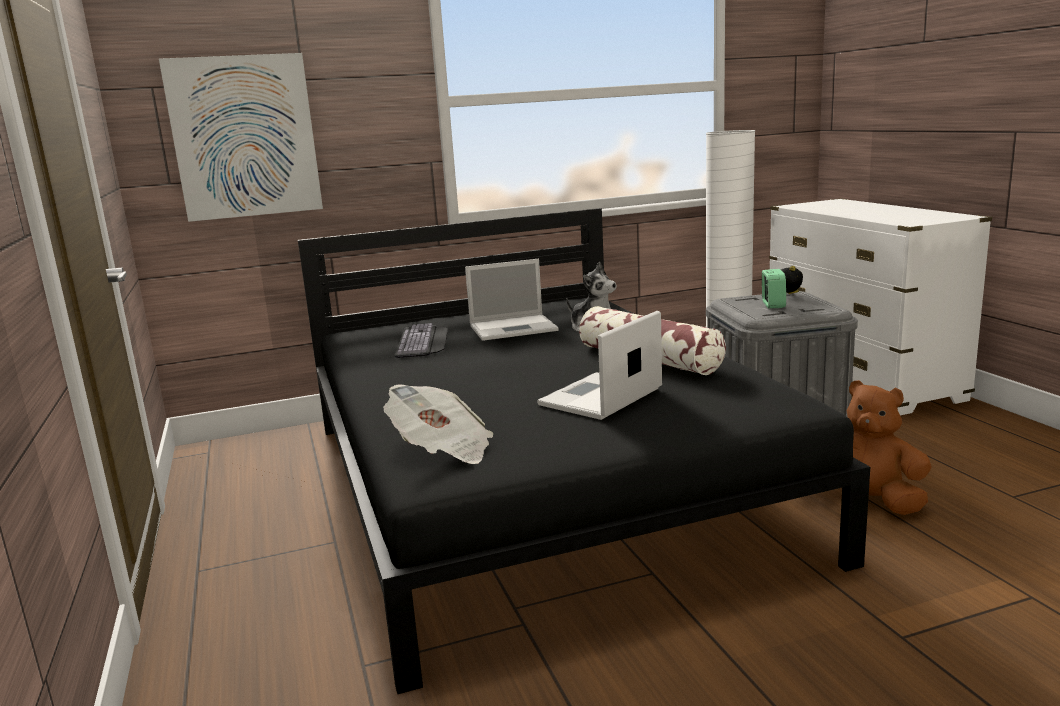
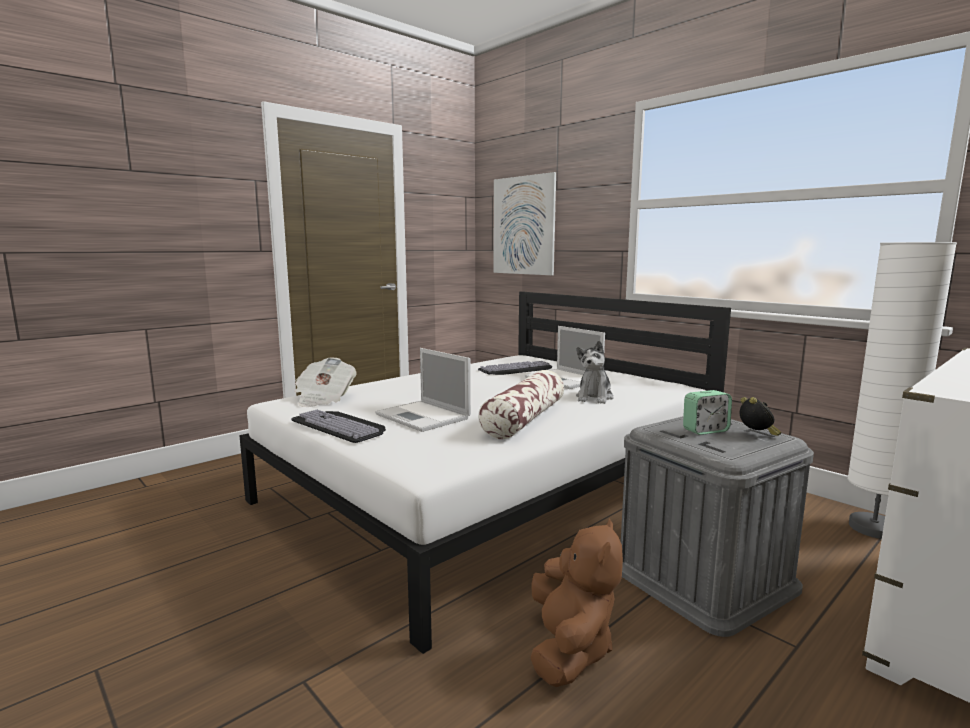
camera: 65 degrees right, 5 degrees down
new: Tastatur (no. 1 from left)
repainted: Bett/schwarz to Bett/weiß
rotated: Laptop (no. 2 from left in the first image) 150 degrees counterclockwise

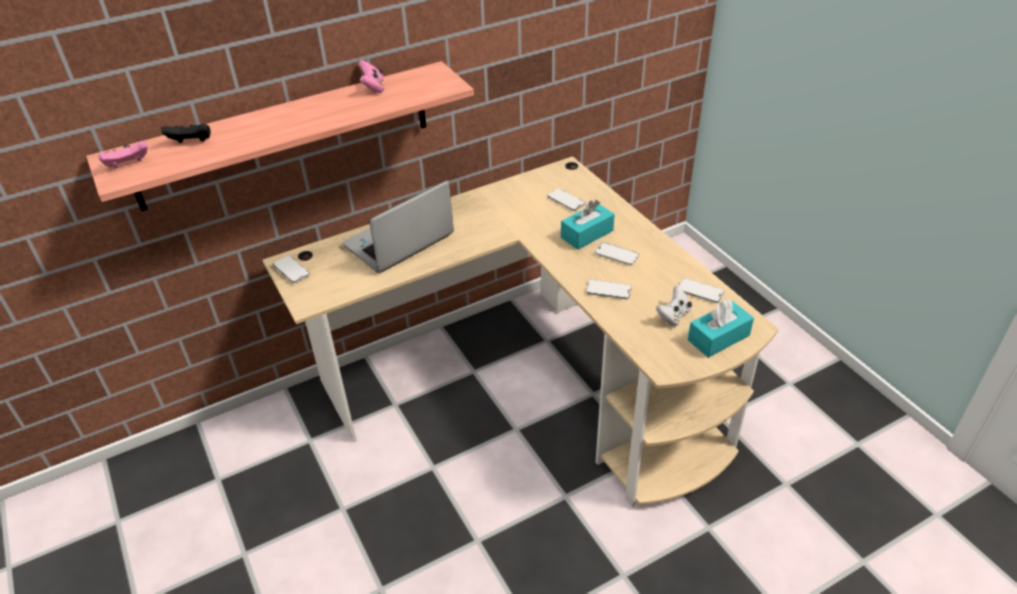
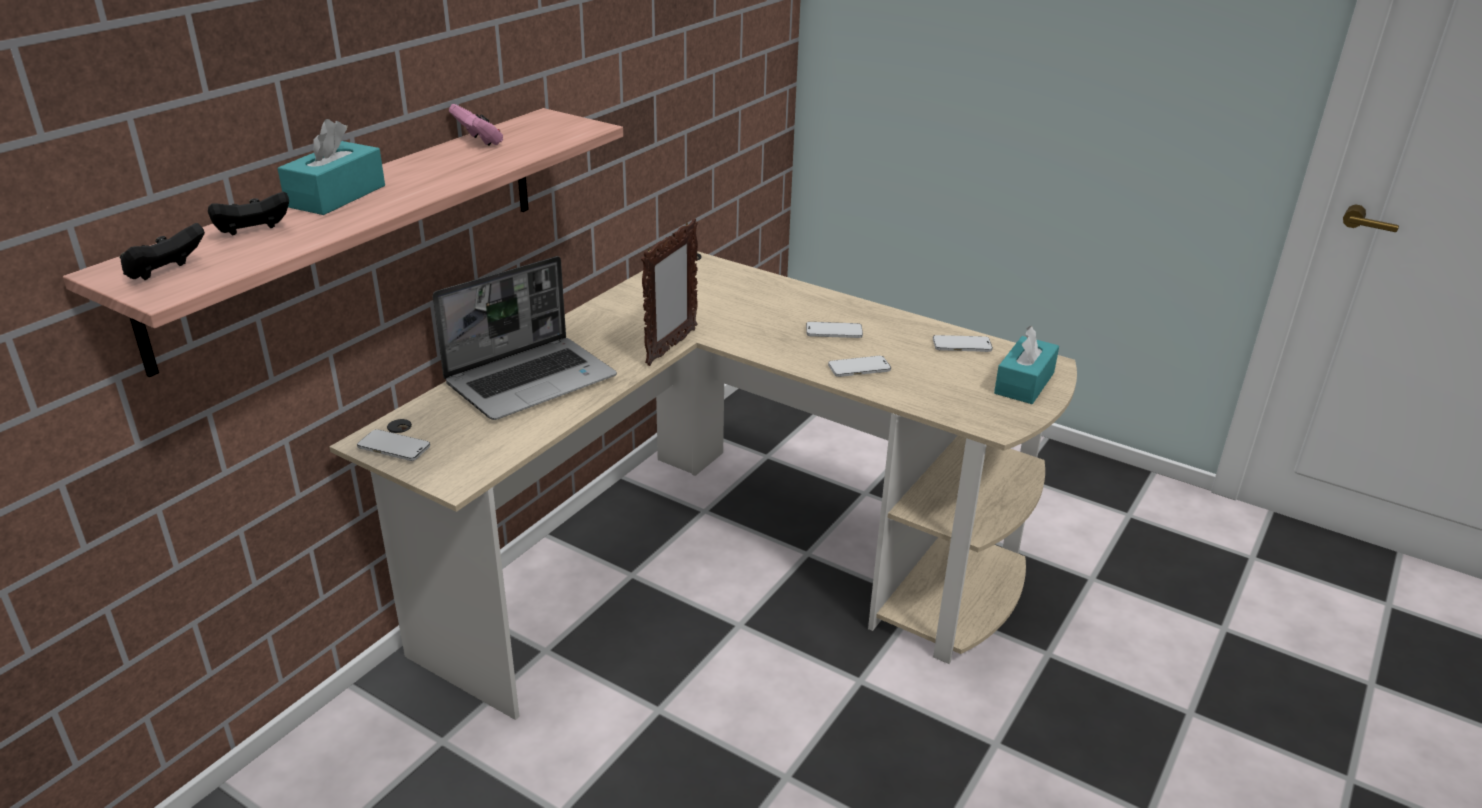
camera: 30 degrees left, 10 degrees down
gone: Handy (no. 2 from left); Gamepad/weiß
new: Bilderrahmen
shifted: Taschentuchbox/türkis (no. 1 from left)
repainted: Gamepad/rosa (no. 1 from left) to Gamepad/schwarz (no. 1 from left)
rotated: Laptop 150 degrees counterclockwise

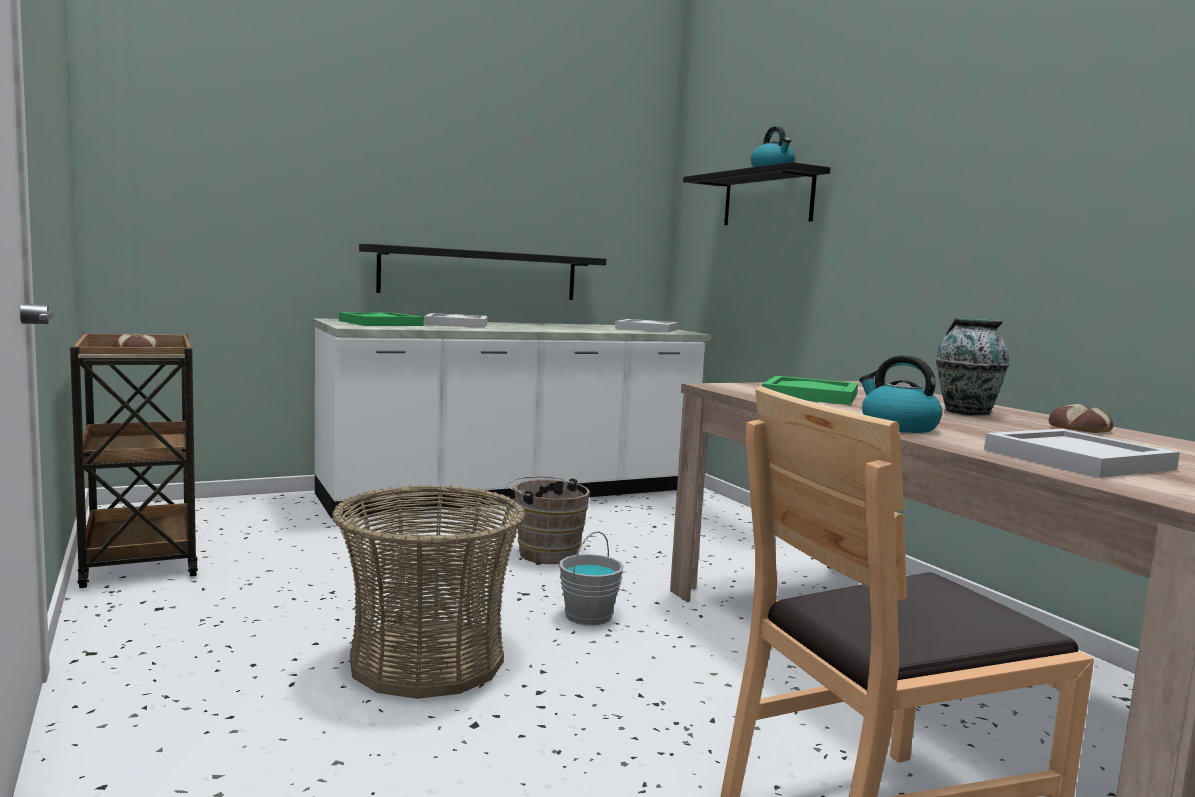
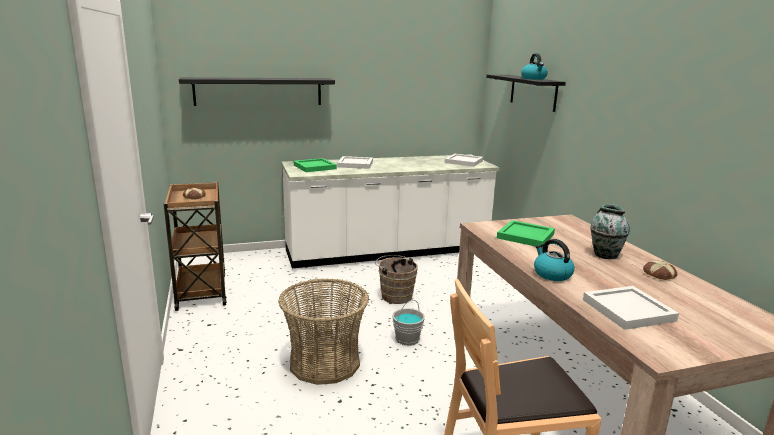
camera: 10 degrees right, 10 degrees up
shifted: Wandregal/schwarz (no. 1 from left)

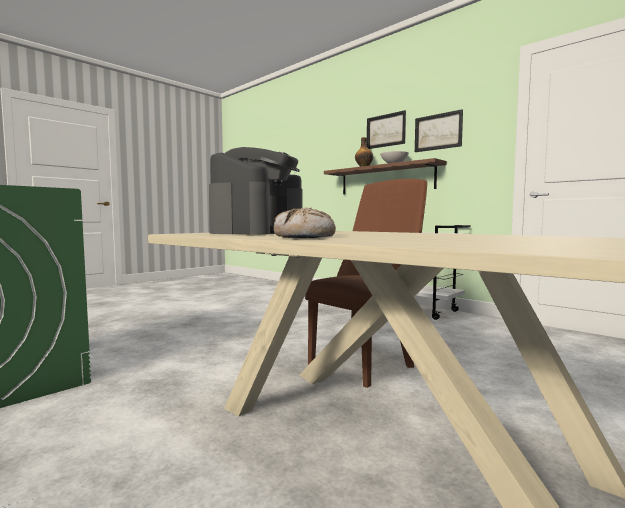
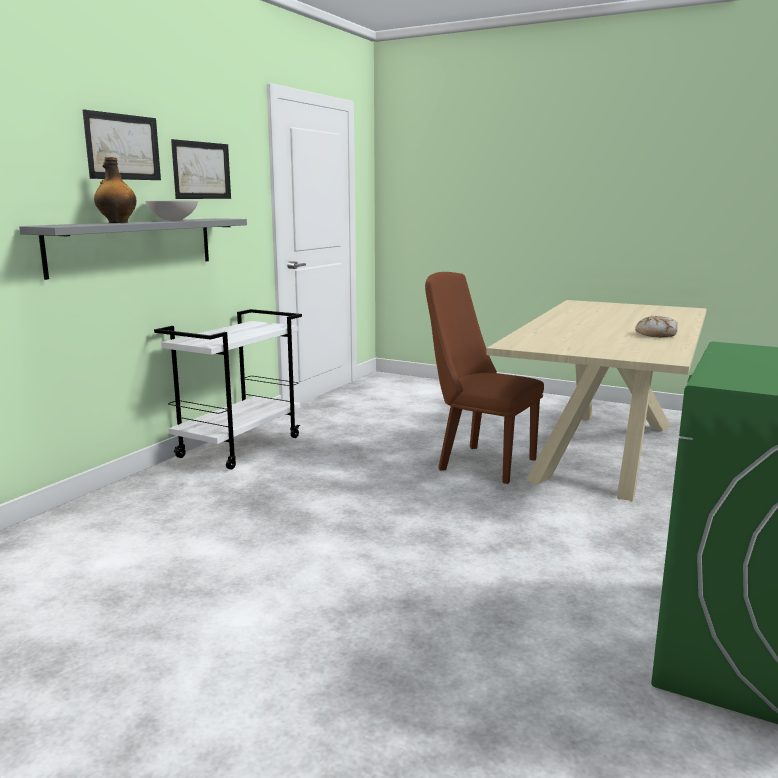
camera: 105 degrees left, 10 degrees up
gone: Kaffeemaschine
repainted: Wandregal/braun to Wandregal/grau

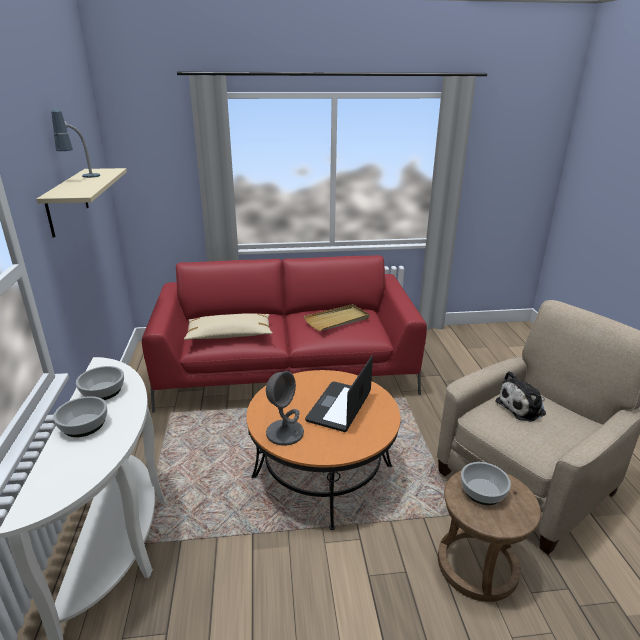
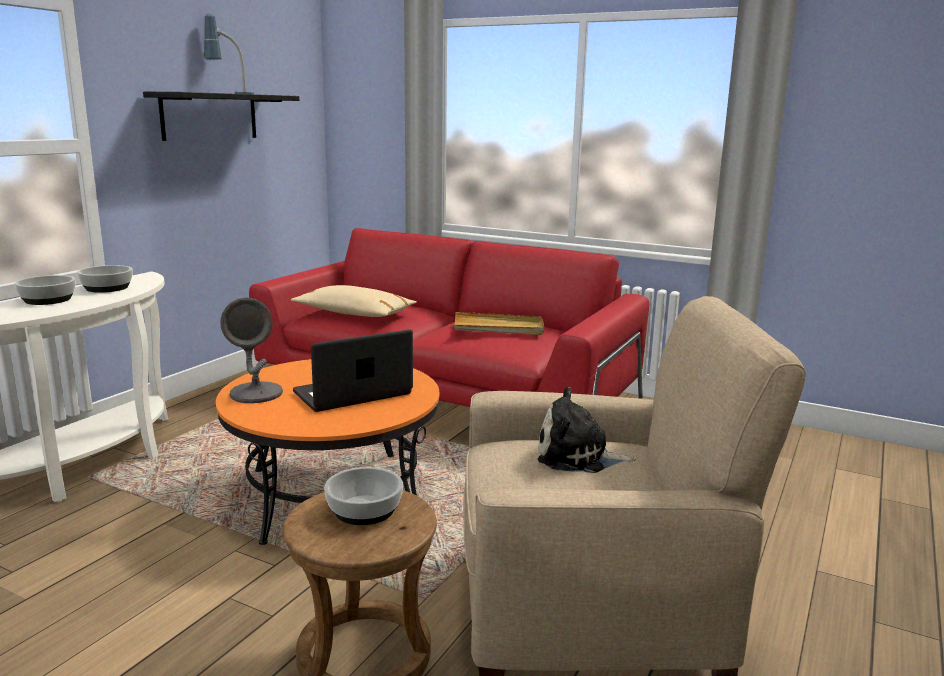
camera: 35 degrees right, 10 degrees down
repainted: Wandregal/beige to Wandregal/schwarz

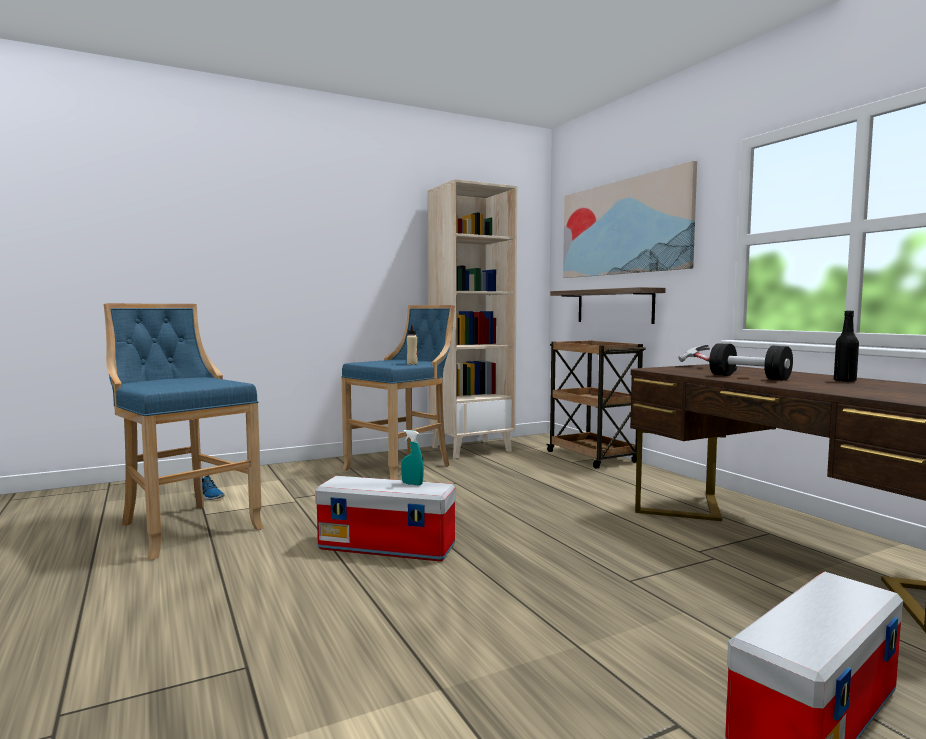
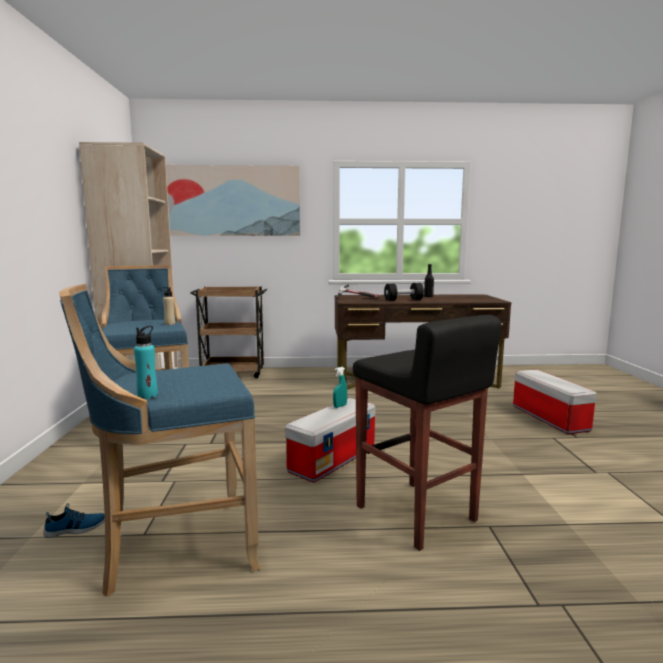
camera: 65 degrees left, 5 degrees up
gone: Wandregal
new: Hocker/schwarz; Flasche/türkis

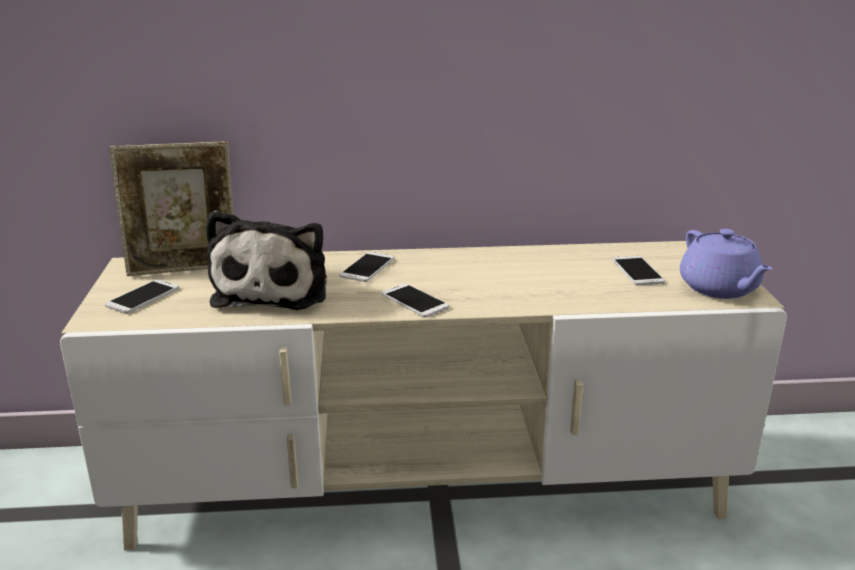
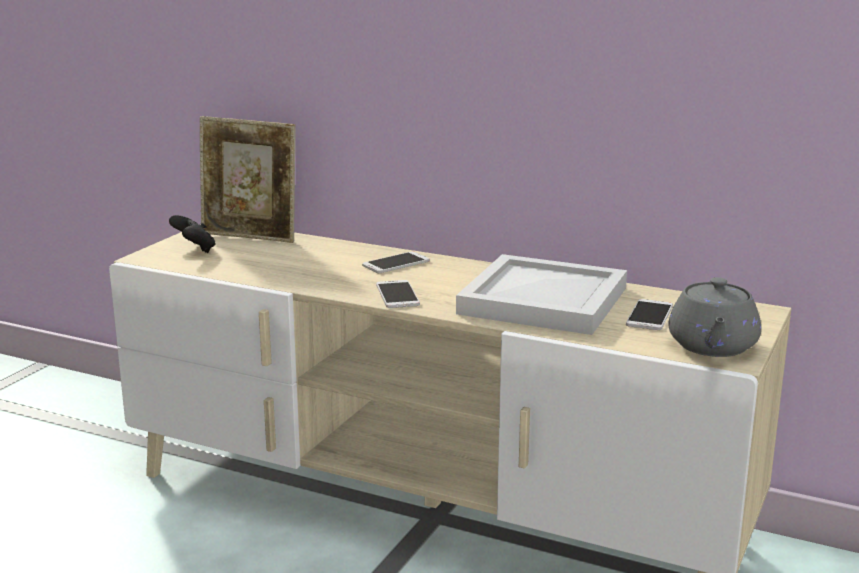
camera: 30 degrees right, 5 degrees down
gone: Plüschtier
new: Tablett/weiß
swapped: Handy (no. 1 from left) to Gamepad/schwarz
repainted: Teekanne/lila to Teekanne/grau

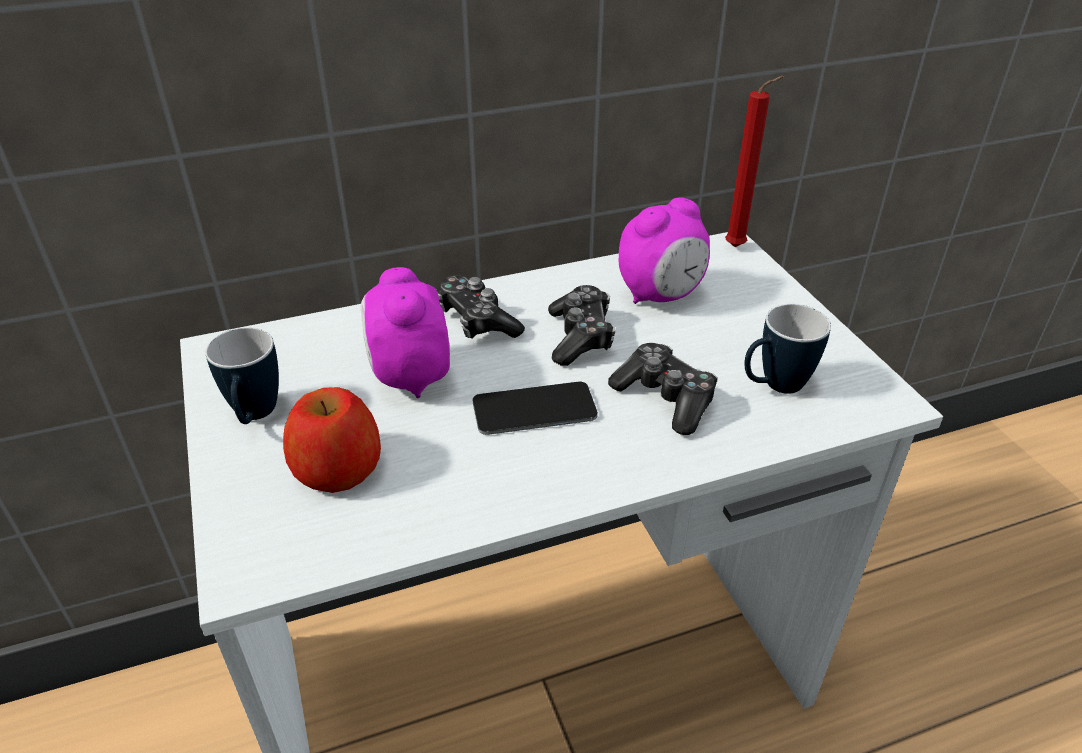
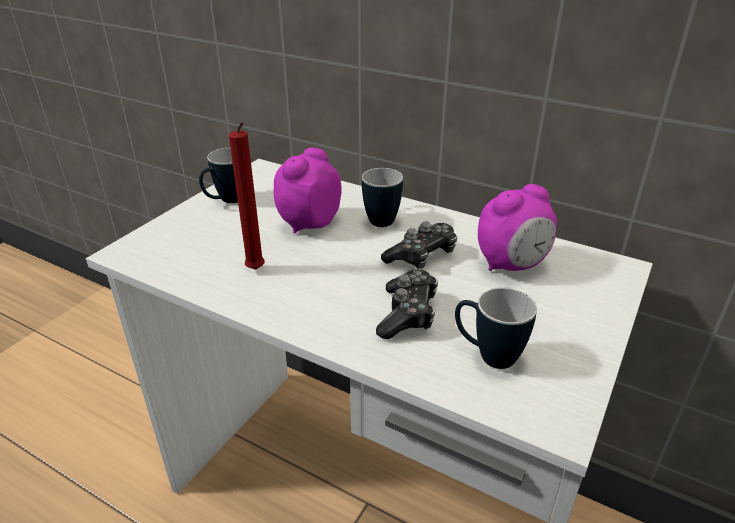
camera: 50 degrees right, 5 degrees down
gone: Handy; Apfel
shifted: Kerze/rot
swapped: Gamepad (no. 1 from left) to Henkelbecher (no. 2 from left)
rotated: Wecker (no. 2 from left) 45 degrees counterclockwise

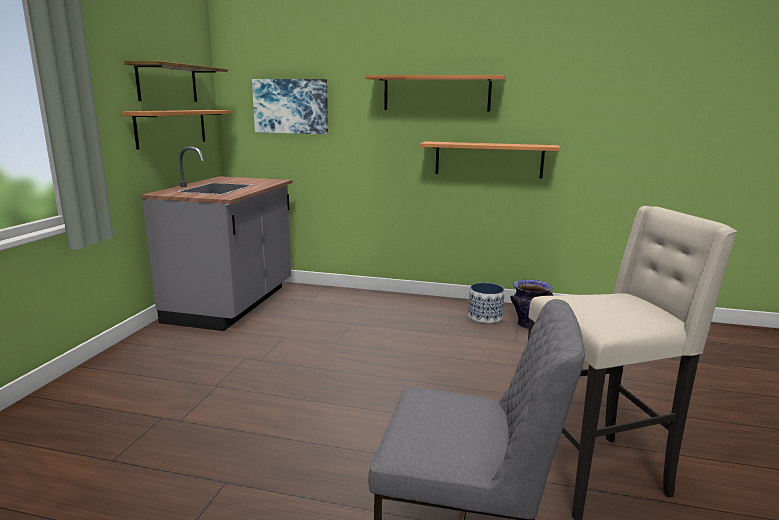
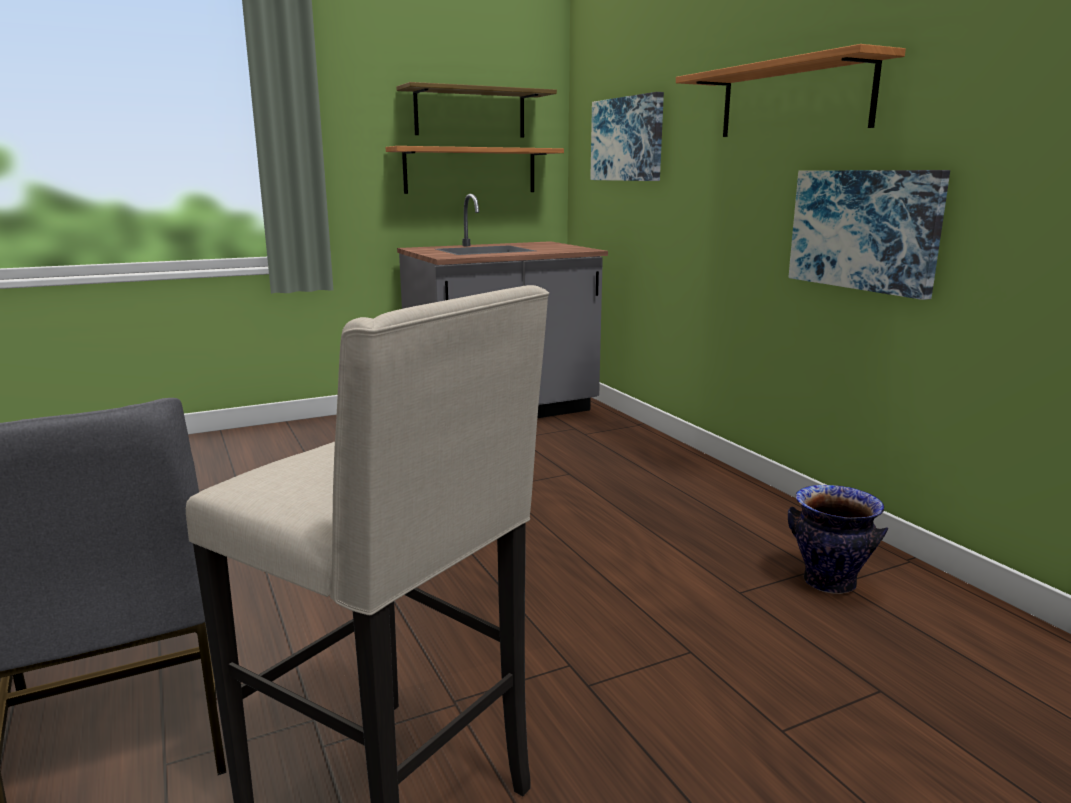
camera: 50 degrees right, 0 degrees up
gone: Pflanzkübel
swapped: Wandregal (no. 4 from left) to Bild (no. 2 from left)

